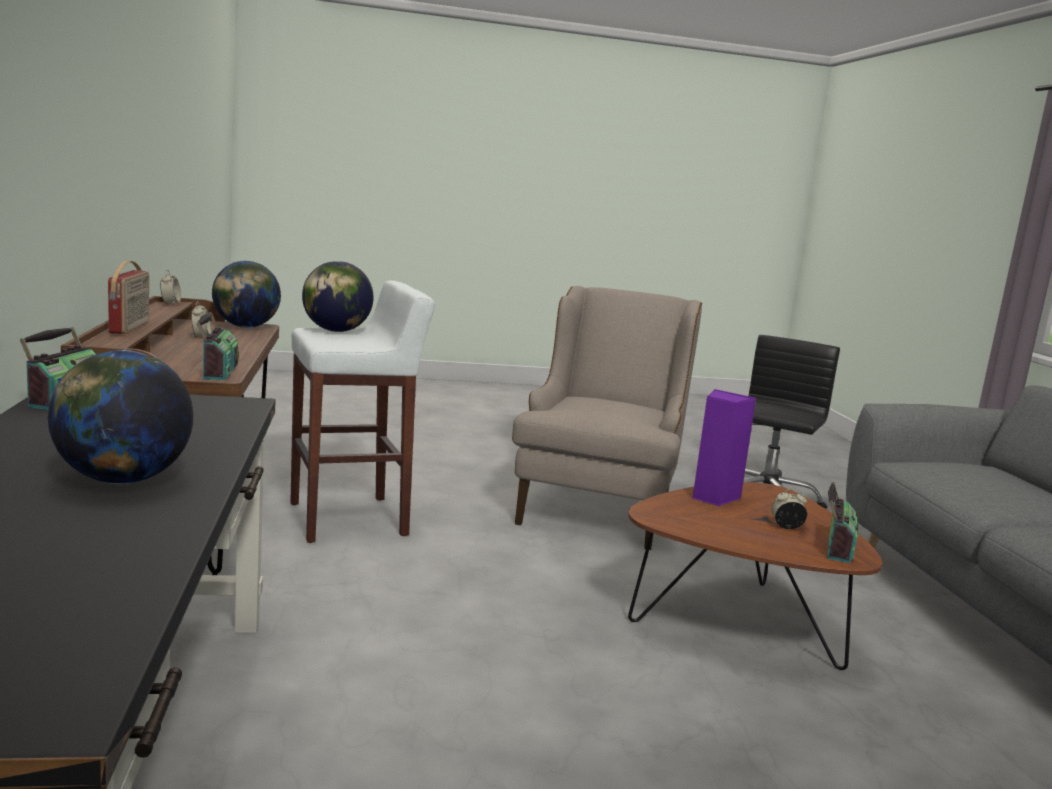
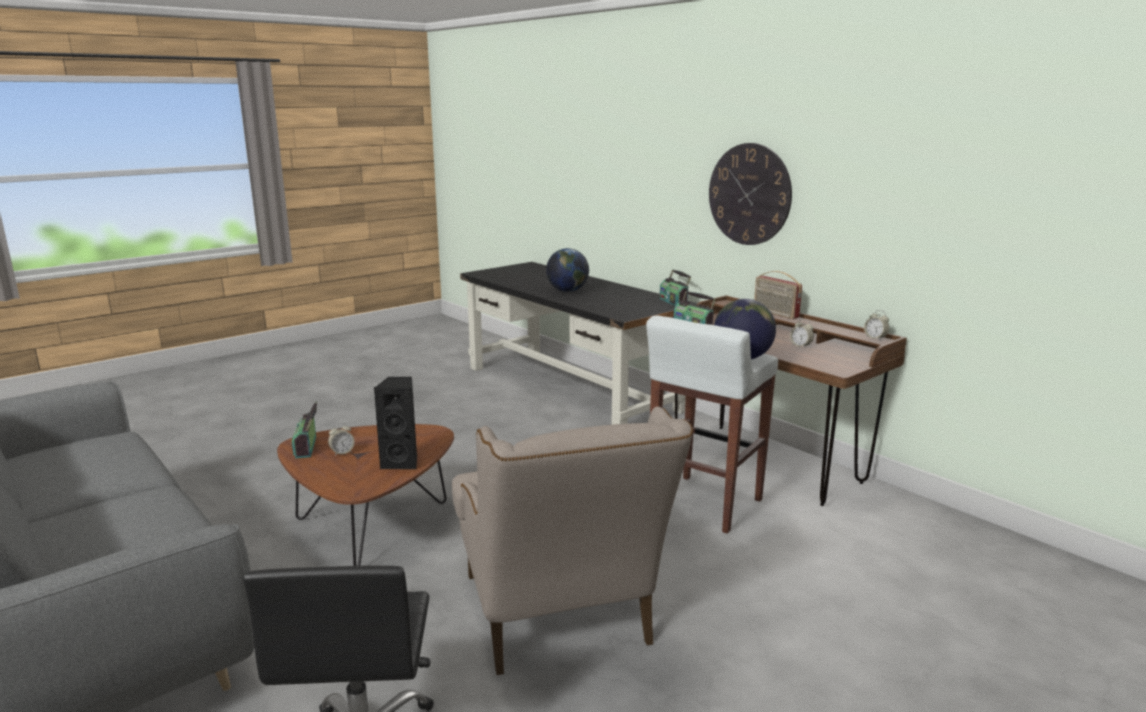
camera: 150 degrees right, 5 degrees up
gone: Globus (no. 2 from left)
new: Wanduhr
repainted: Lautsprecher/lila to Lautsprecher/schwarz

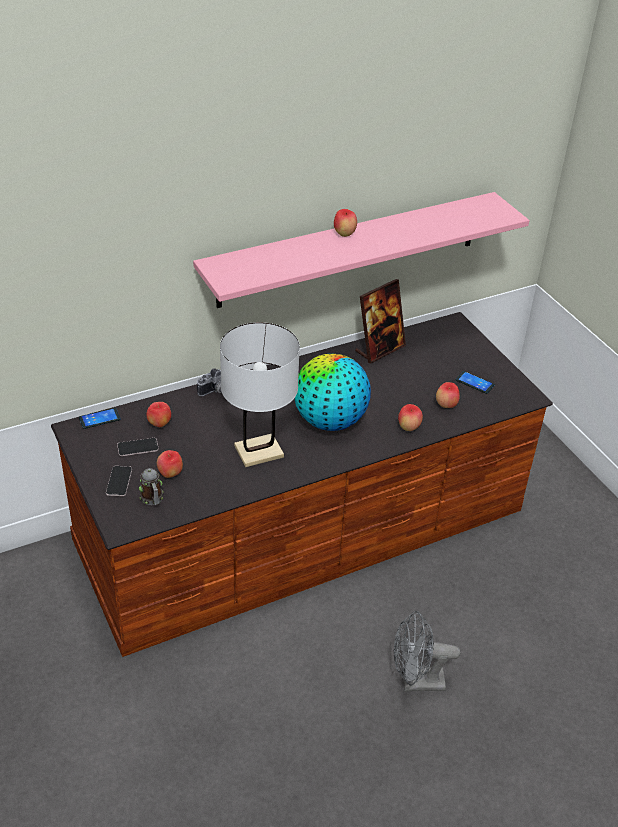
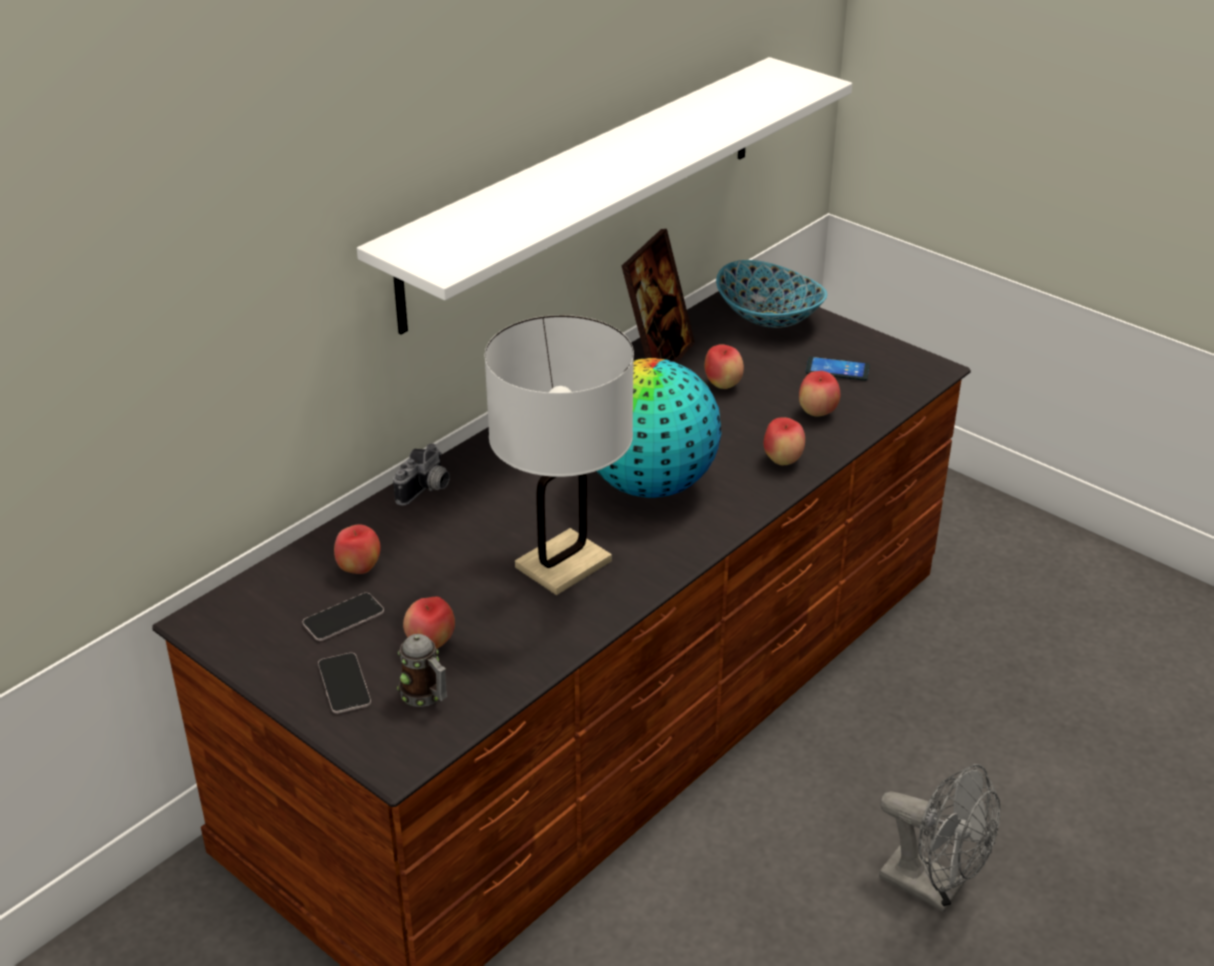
camera: 20 degrees left, 5 degrees down
gone: Handy (no. 1 from left)
new: Schüssel
shifted: Apfel (no. 3 from left)
repainted: Wandregal/rosa to Wandregal/weiß
rotated: Ventilator/grau 120 degrees counterclockwise

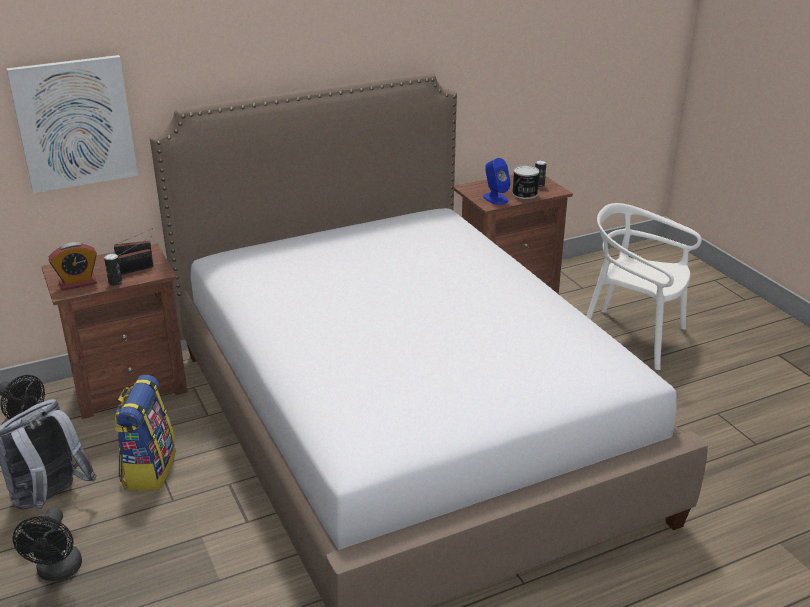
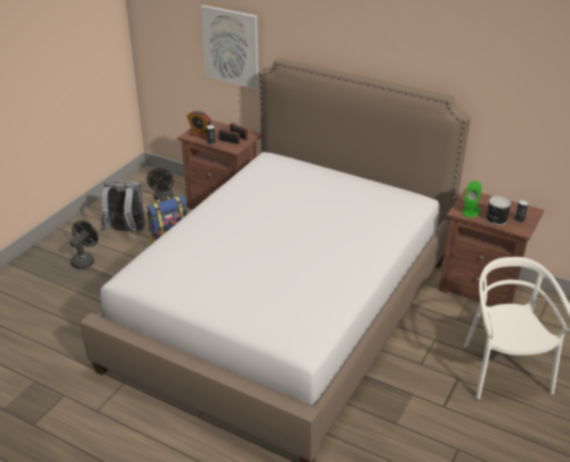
camera: 55 degrees right, 5 degrees up
repainted: Lautsprecher/blau to Lautsprecher/grün
rotated: Ventilator/schwarz (no. 2 from left in the first image) 150 degrees clockwise

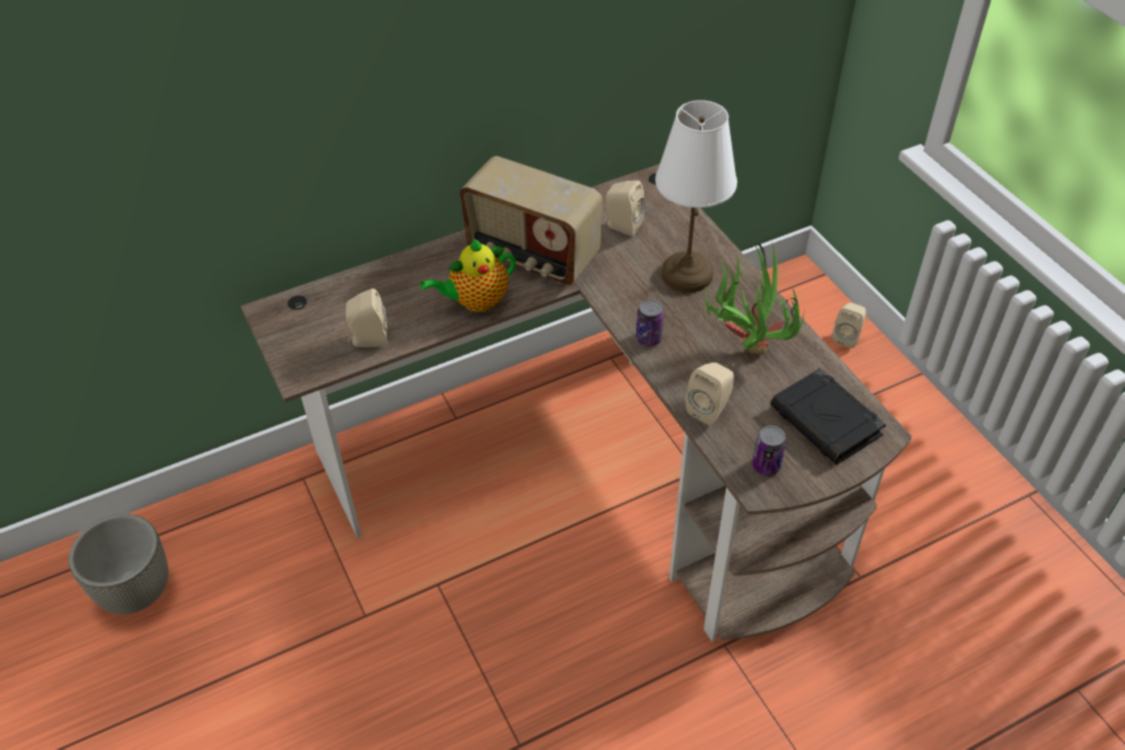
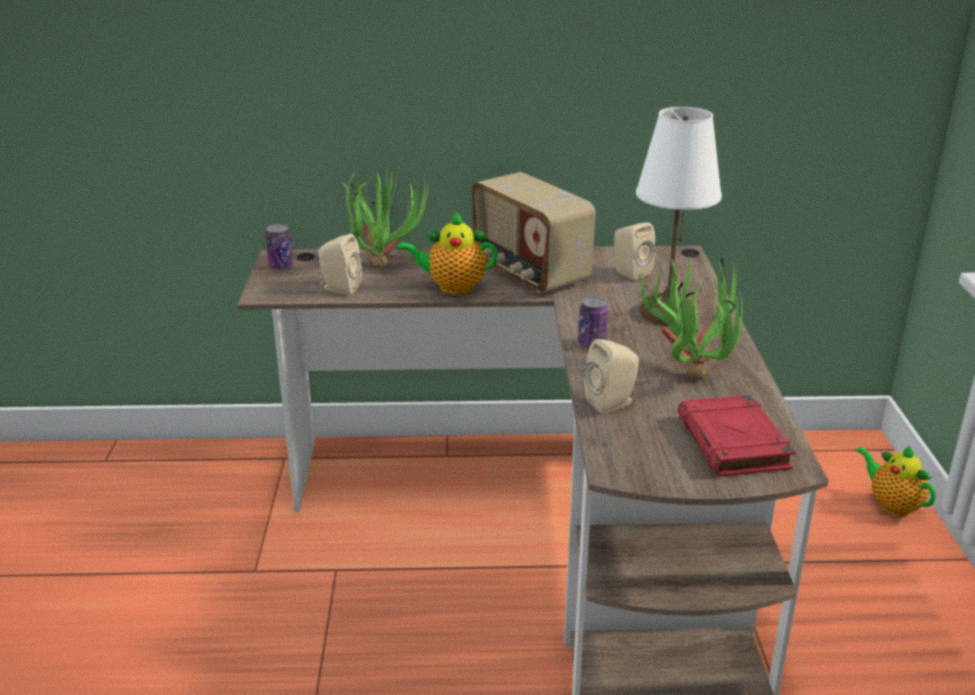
camera: 25 degrees right, 20 degrees down
gone: Pflanzkübel/grau
new: Topfpflanze (no. 1 from left)
shifted: Dose (no. 2 from left in the first image) to Dose (no. 1 from left)
swapped: Lautsprecher/beige (no. 4 from left) to Teekanne (no. 2 from left)
repainted: Buch/schwarz to Buch/rot

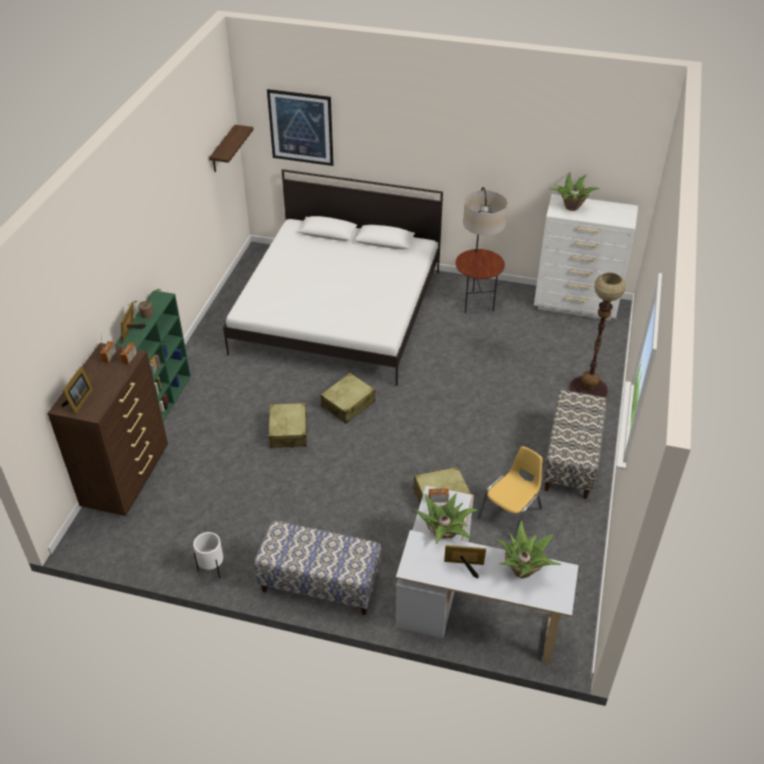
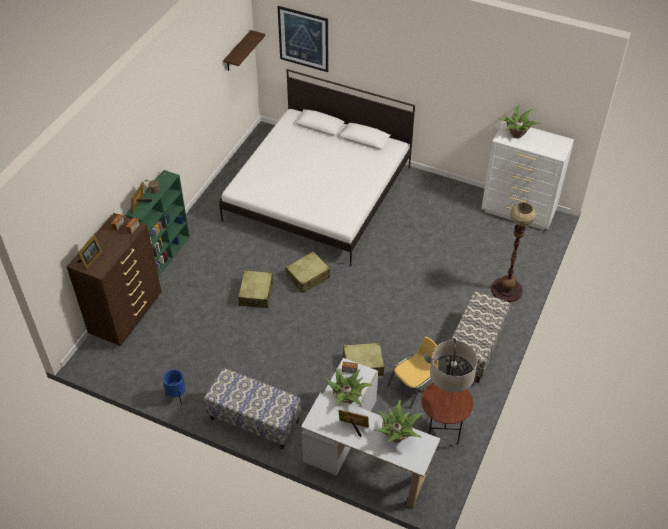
camera: 10 degrees right, 5 degrees up
shifted: Stehlampe (no. 1 from left)
repainted: Pflanzkübel/weiß to Pflanzkübel/blau

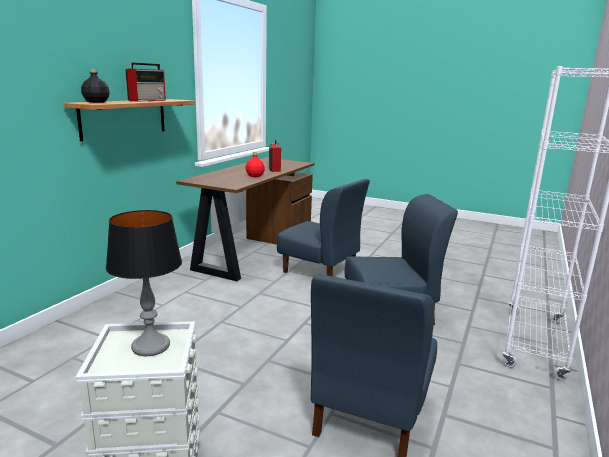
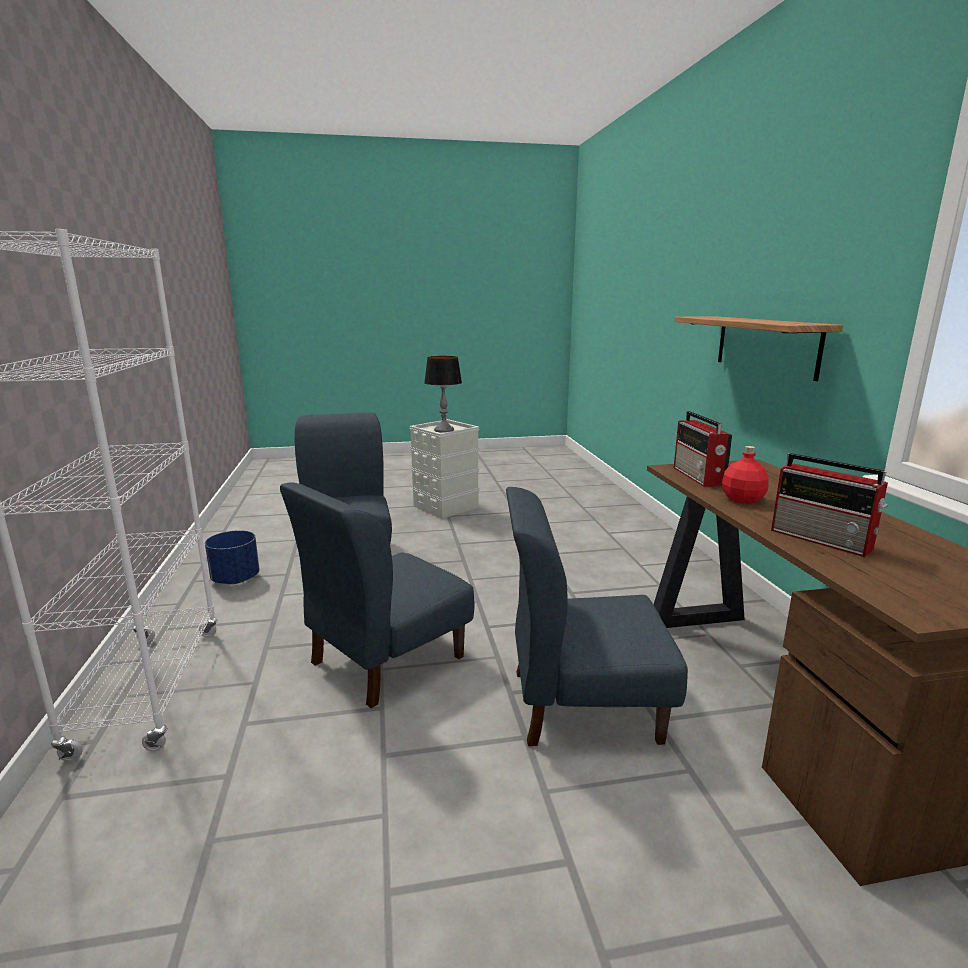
camera: 145 degrees right, 0 degrees up
gone: Flasche/schwarz
new: Pflanzkübel/blau
shifted: Radio (no. 1 from left)

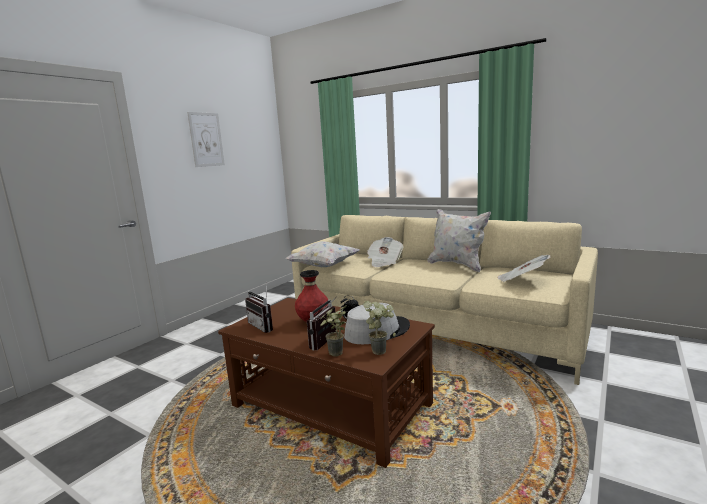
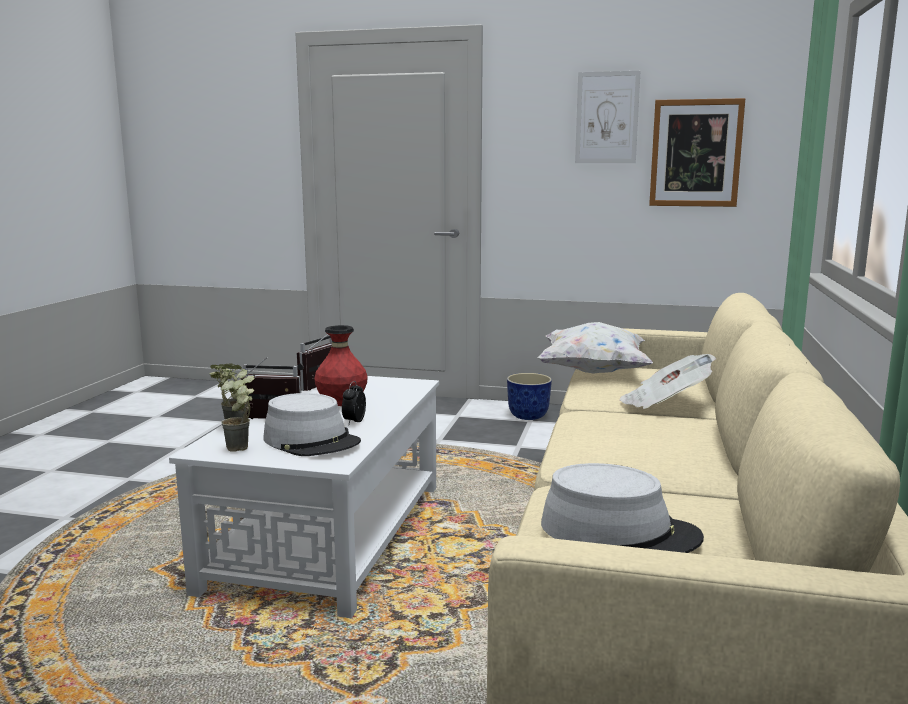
camera: 70 degrees right, 0 degrees up
gone: Kissen/weiß (no. 2 from left)
new: Bild (no. 2 from left); Pflanzkübel
swapped: Zeitung (no. 2 from left) to Hut/grau (no. 2 from left)
repainted: Couchtisch/braun to Couchtisch/weiß

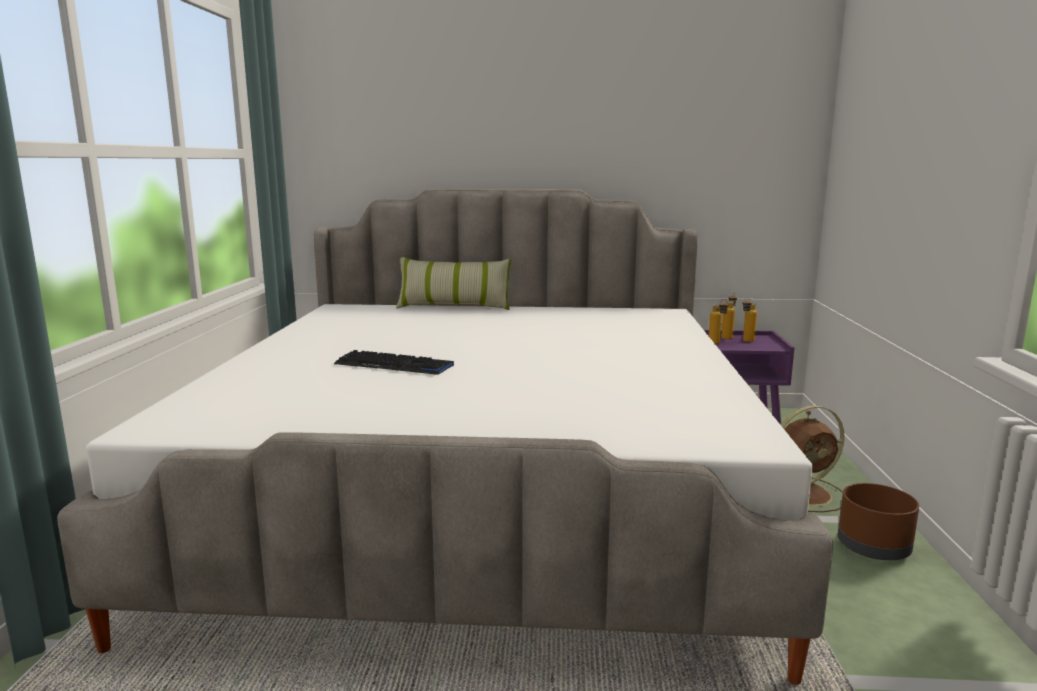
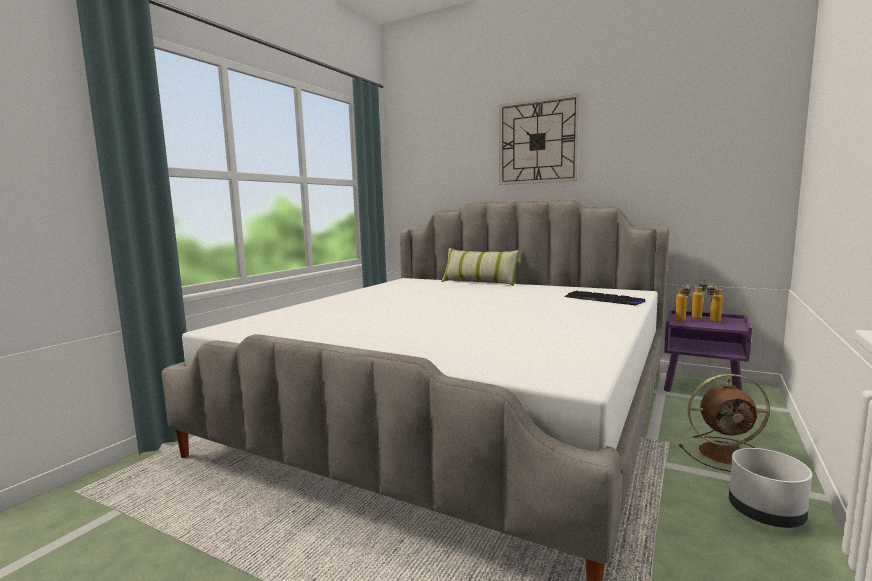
camera: 25 degrees right, 5 degrees down
new: Wanduhr
shifted: Tastatur
repainted: Pflanzkübel/braun to Pflanzkübel/weiß

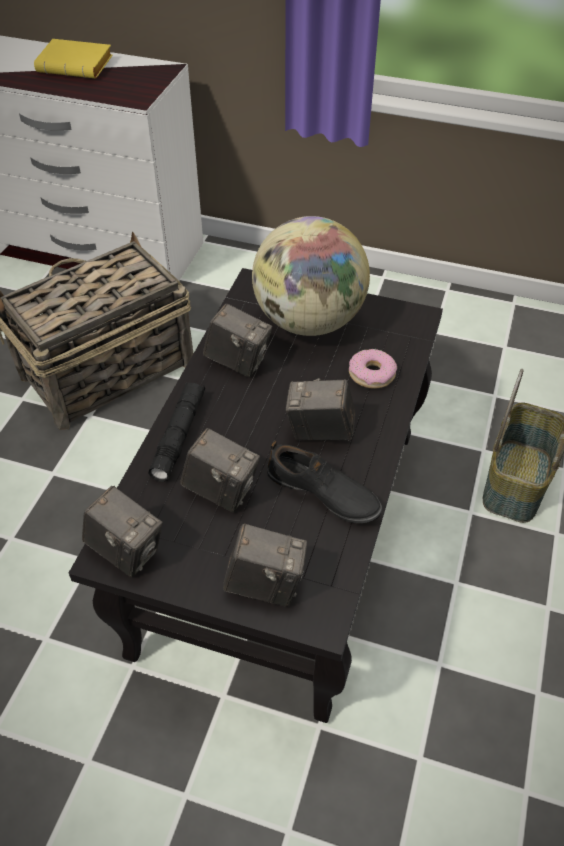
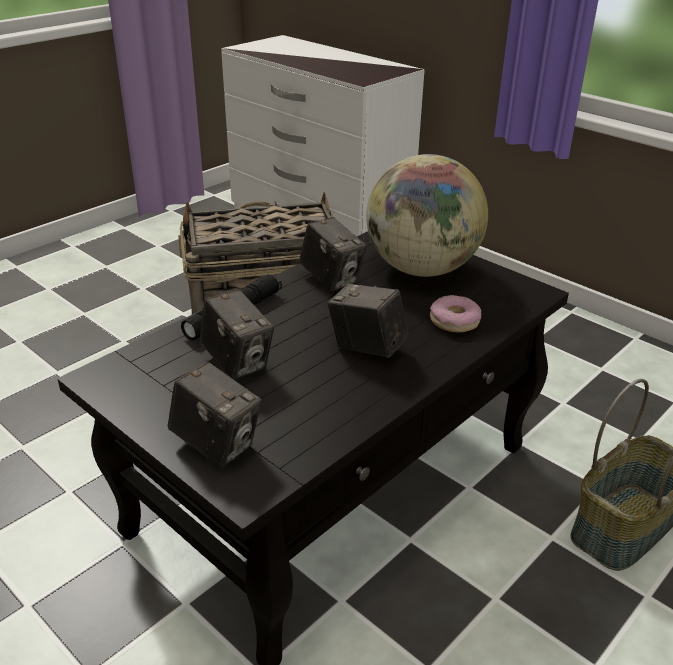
camera: 25 degrees right, 15 degrees down
gone: Buch/gelb; Schuh/schwarz; Kamera (no. 1 from left)

